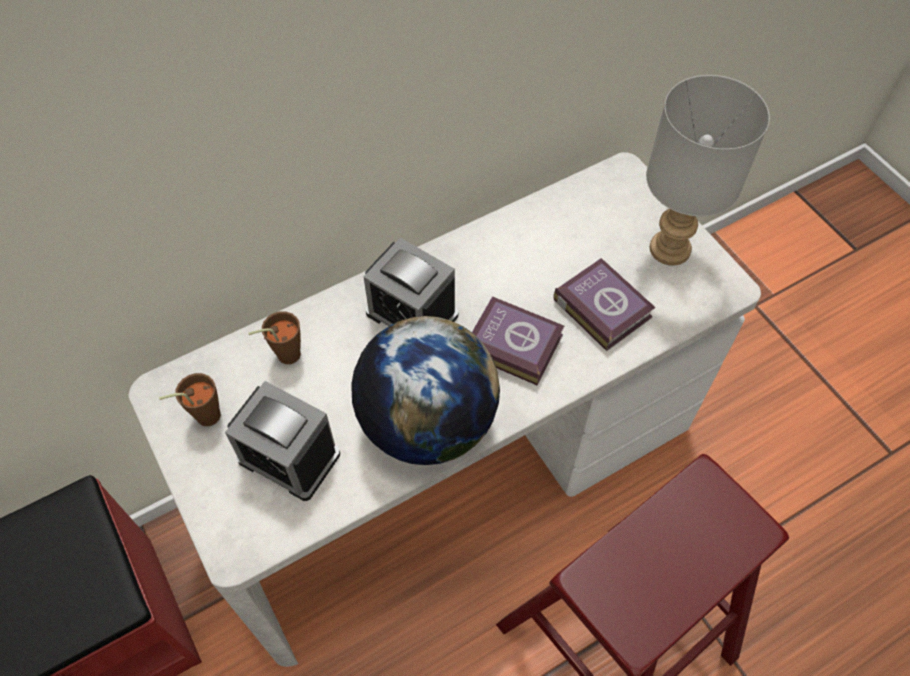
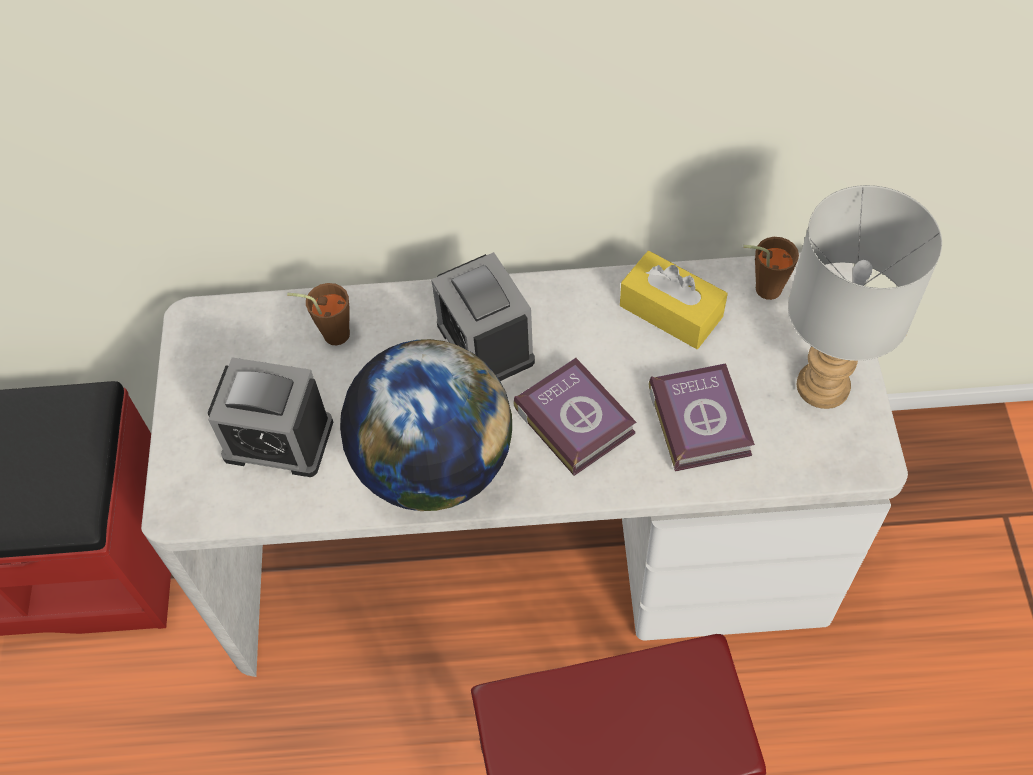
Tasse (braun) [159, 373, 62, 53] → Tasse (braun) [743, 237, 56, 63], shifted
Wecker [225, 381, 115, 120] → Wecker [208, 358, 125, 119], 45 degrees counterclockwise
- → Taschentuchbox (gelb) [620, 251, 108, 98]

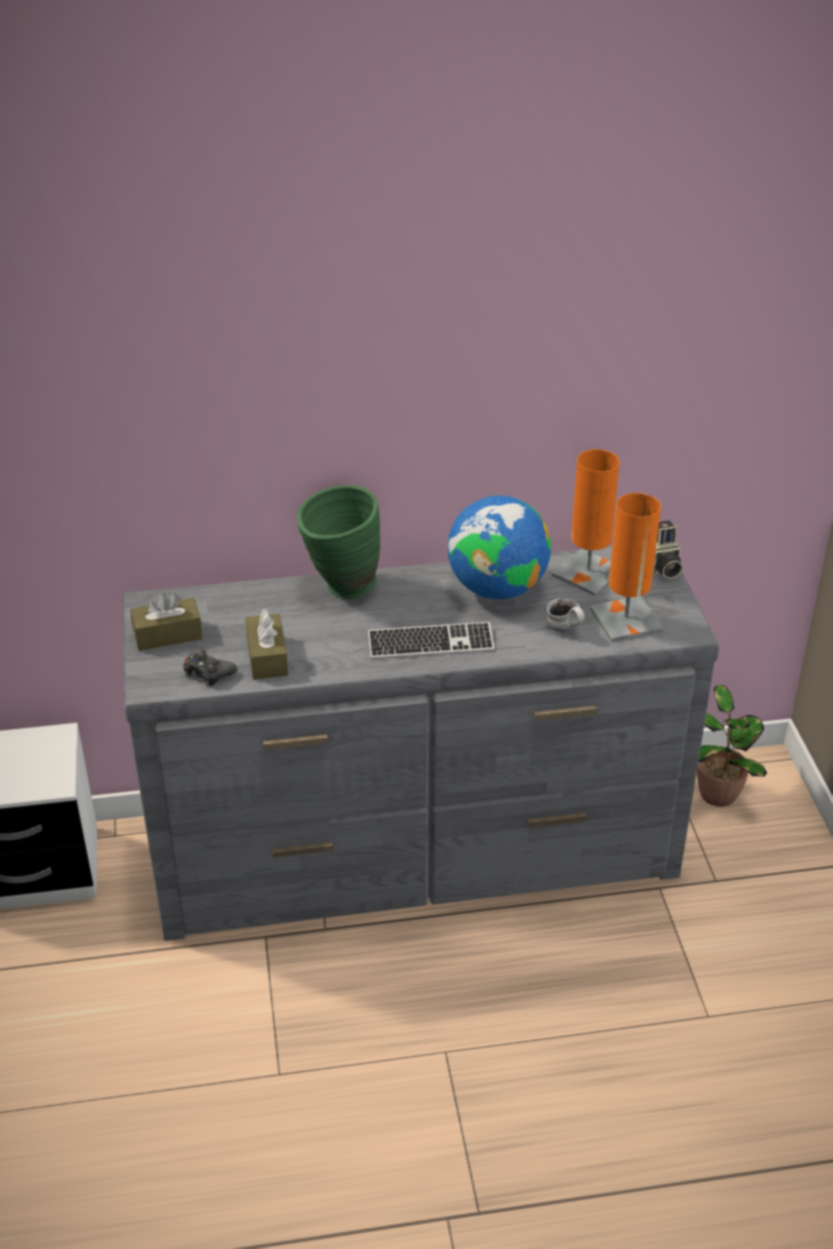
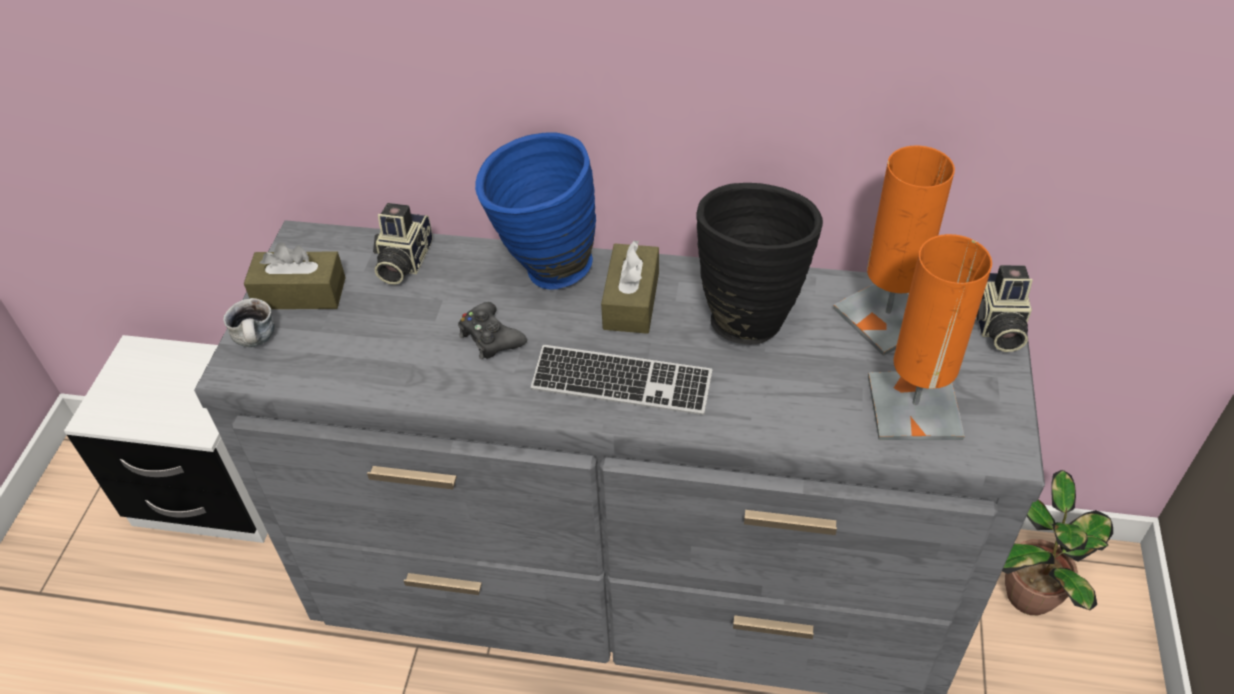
Vase (grün) [297, 485, 83, 114] → Vase (blau) [475, 132, 121, 158]
Globus [448, 496, 103, 103] → Vase (schwarz) [696, 183, 127, 162]
Henkelbecher [546, 598, 39, 34] → Henkelbecher [223, 298, 52, 49], shifted
Taschentuchbox (braun) [245, 609, 43, 70] → Taschentuchbox (braun) [601, 240, 58, 94], shifted
Gamepad (schwarz) [183, 649, 55, 38] → Gamepad (schwarz) [458, 302, 69, 57], shifted
- → Kamera [373, 203, 60, 82]

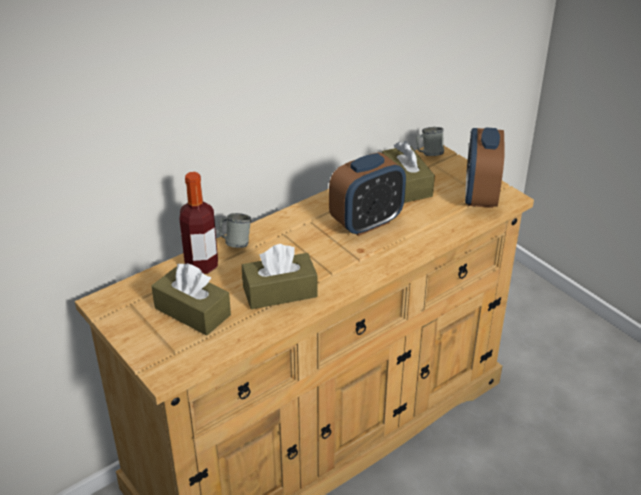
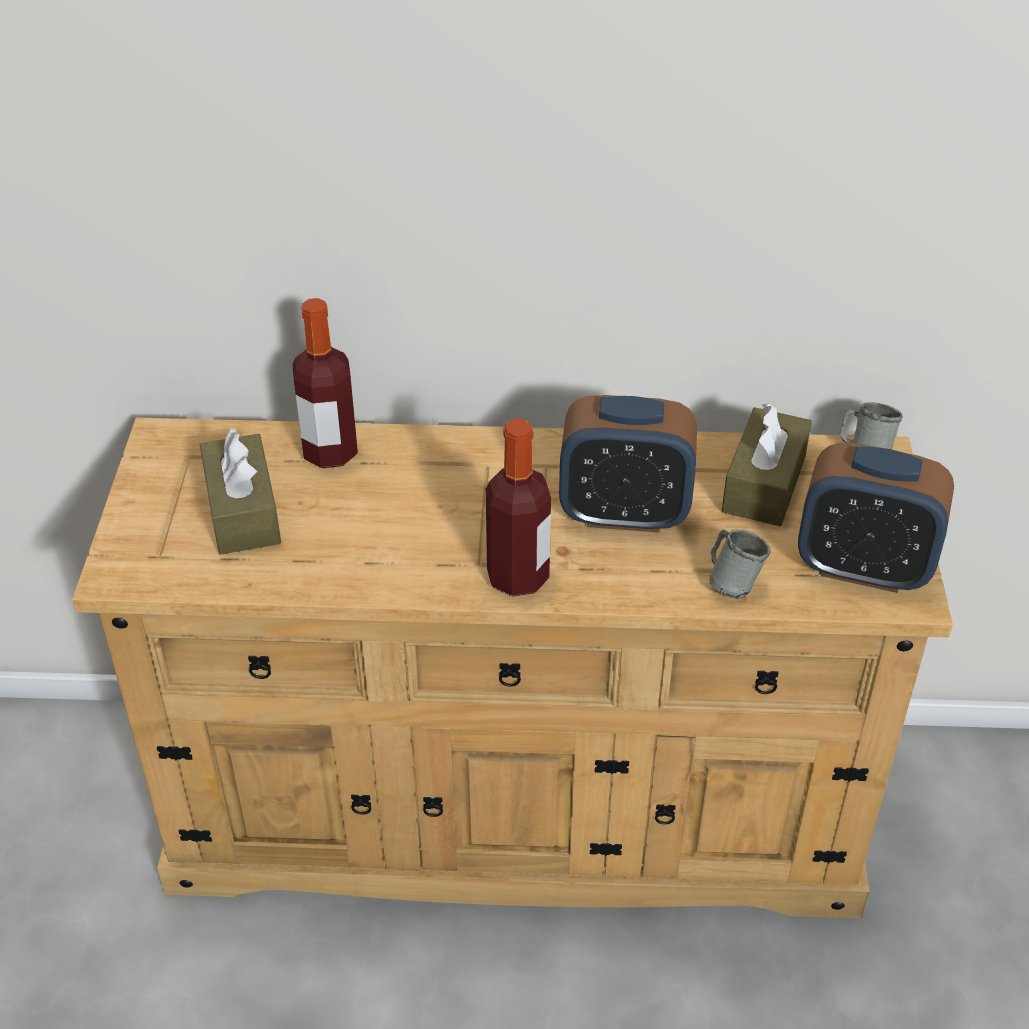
Wecker [465, 127, 40, 81] → Wecker [798, 442, 156, 151], 120 degrees counterclockwise
Henkelbecher (grau) [219, 213, 32, 35] → Henkelbecher (grau) [709, 529, 61, 70], shifted
Taschentuchbox (braun) [242, 244, 75, 65] → -
- → Flasche [486, 419, 65, 178]

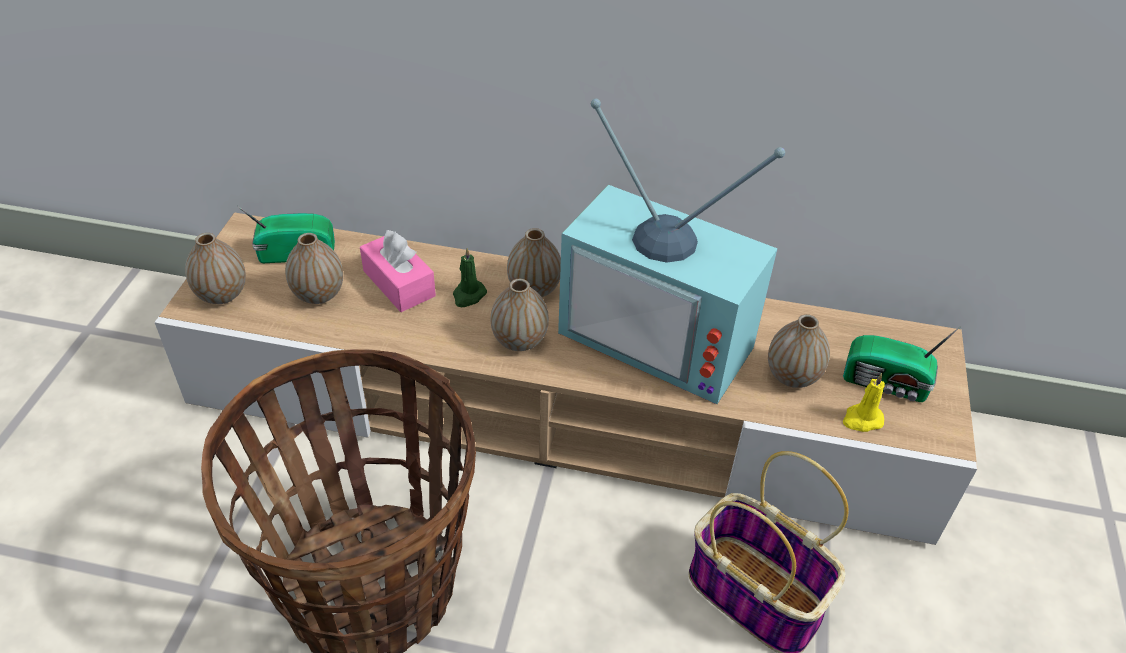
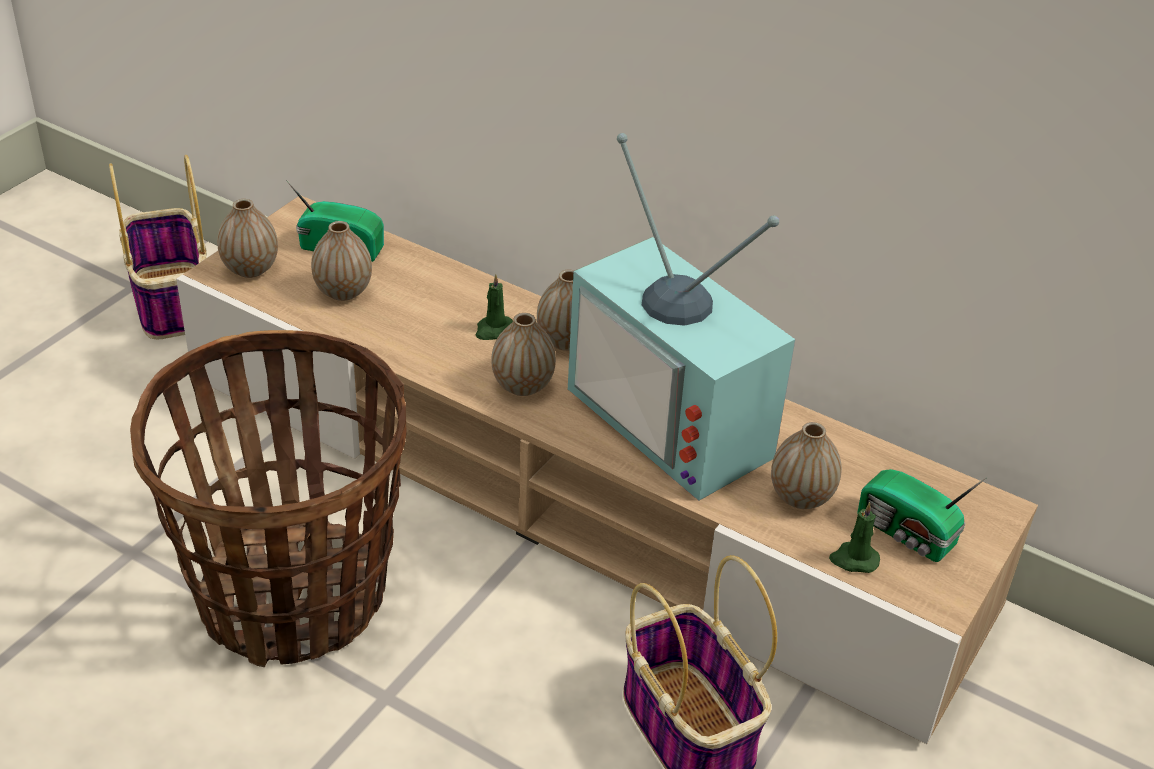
Taschentuchbox (rosa) [360, 230, 76, 82] → -
Kerze (gelb) [843, 373, 42, 59] → Kerze (grün) [829, 502, 51, 71]
- → Korb [109, 155, 98, 184]

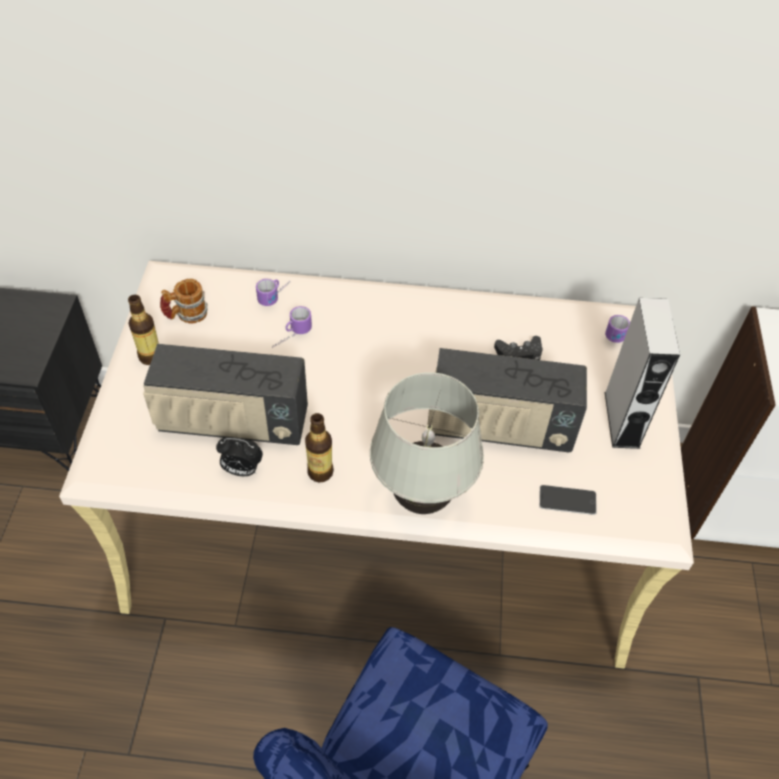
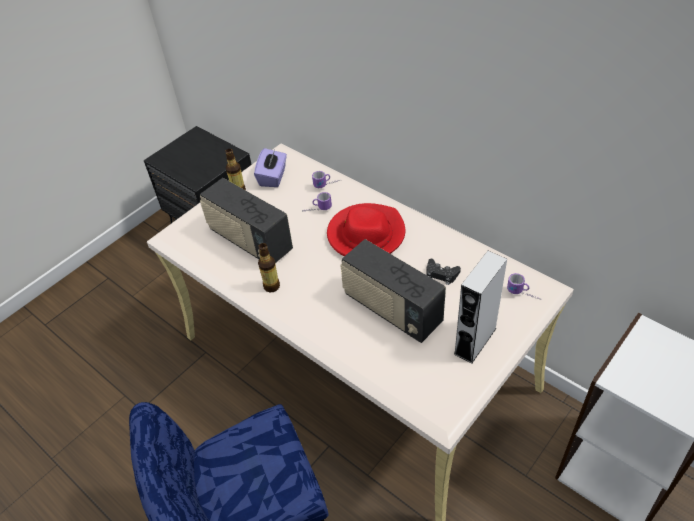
Henkelbecher [160, 279, 47, 45] → Taschentuchbox (lila) [254, 148, 33, 39]
Tischlampe (weiß) [370, 372, 114, 142] → -
Wecker [216, 437, 47, 39] → -
Handy [539, 485, 58, 30] → -
- → Hut (rot) [327, 203, 78, 53]

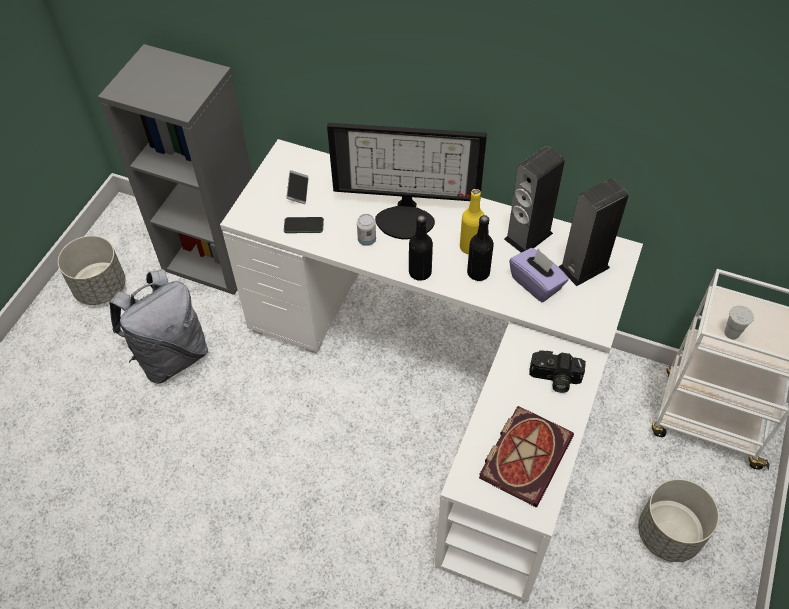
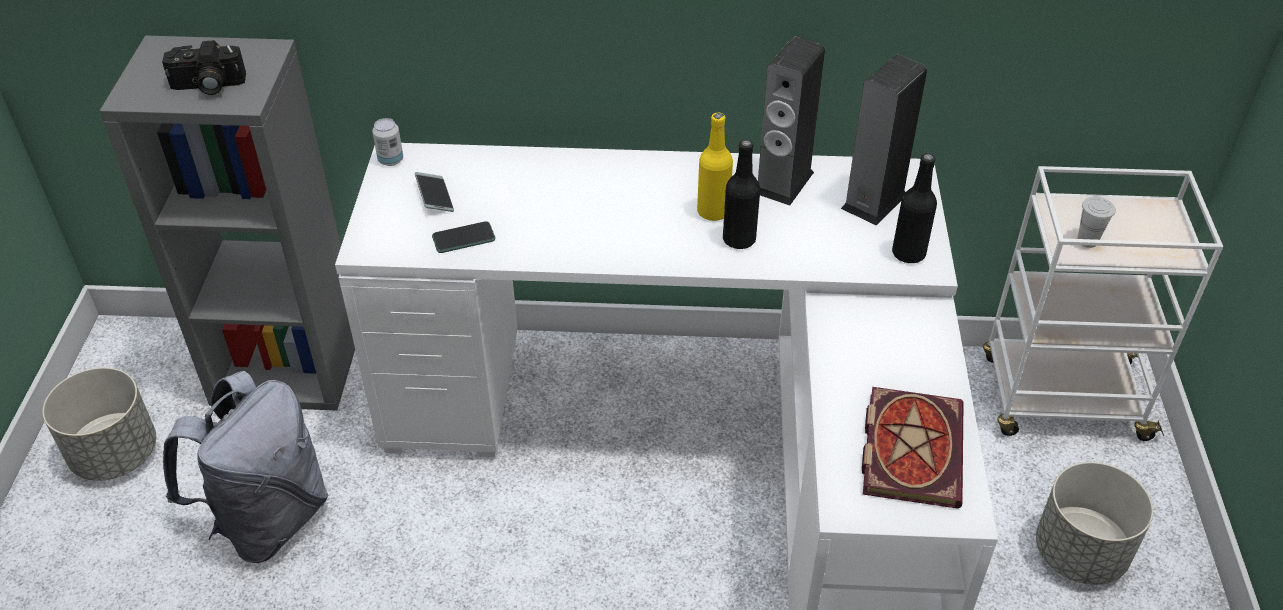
Monitor [327, 123, 160, 117] → -
Dose [357, 214, 19, 32] → Dose [372, 118, 31, 48], shifted
Flasche (schwarz) [409, 215, 24, 66] → Flasche (schwarz) [892, 153, 45, 110], shifted
Taschentuchbox (lila) [509, 248, 60, 54] → -
Kamera [529, 350, 57, 43] → Kamera [162, 40, 84, 55], shifted

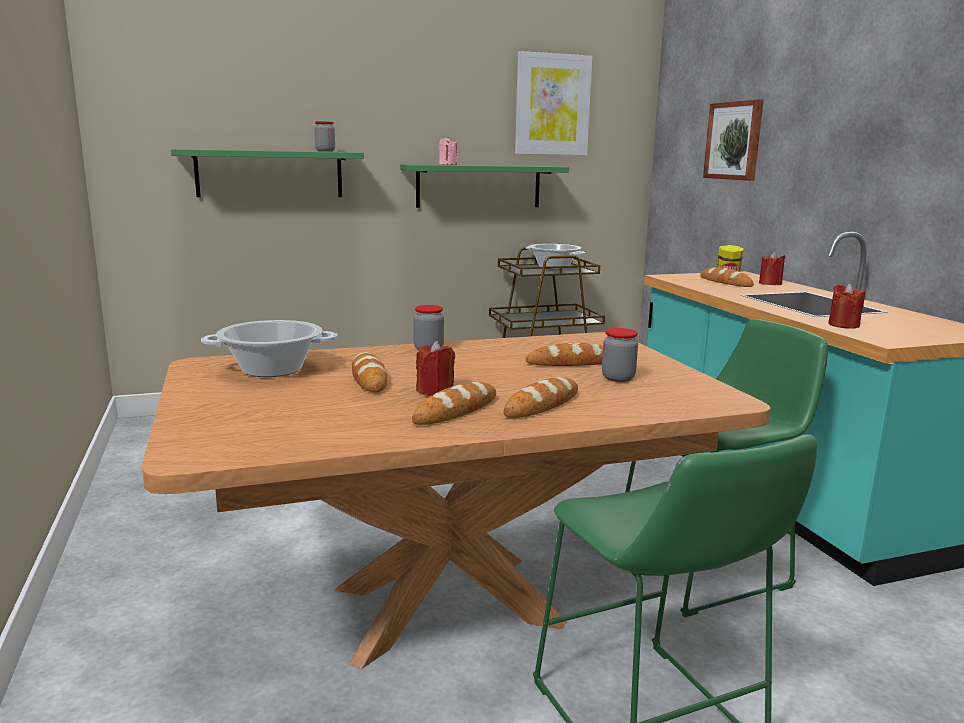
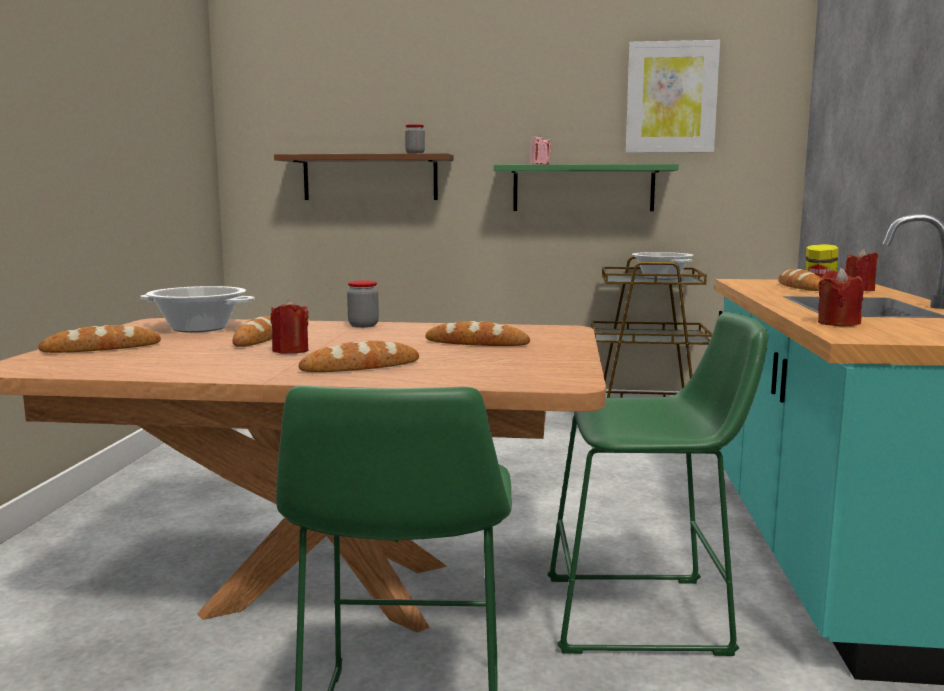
Bild [703, 99, 61, 82] → -
Wandregal (grün) [171, 149, 193, 48] → Wandregal (braun) [274, 153, 180, 47]
Vorratsglas [602, 328, 36, 54] → -
Brot [412, 382, 84, 43] → Brot [38, 325, 123, 28], shifted

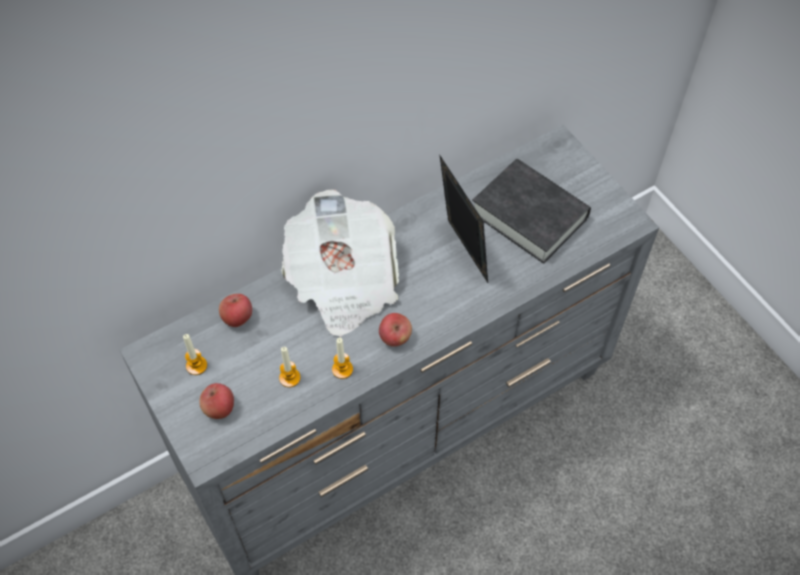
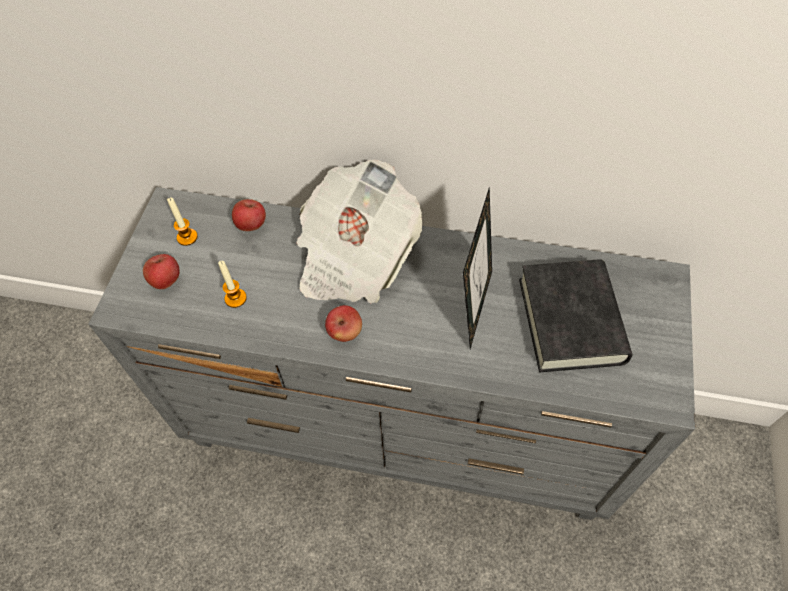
Kerze [332, 338, 21, 41] → -

